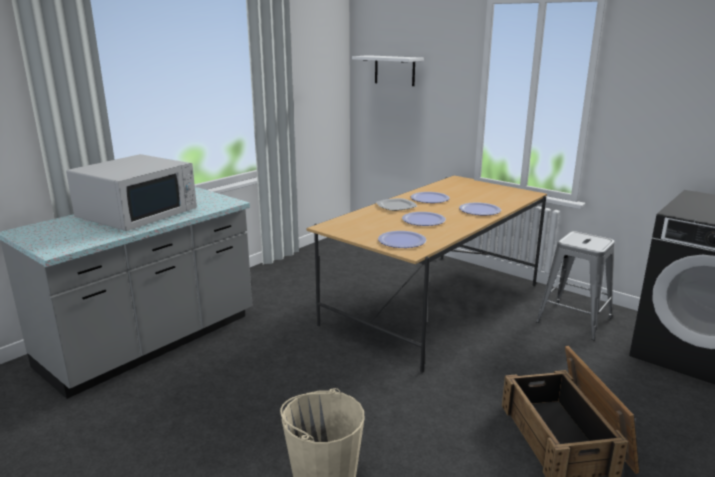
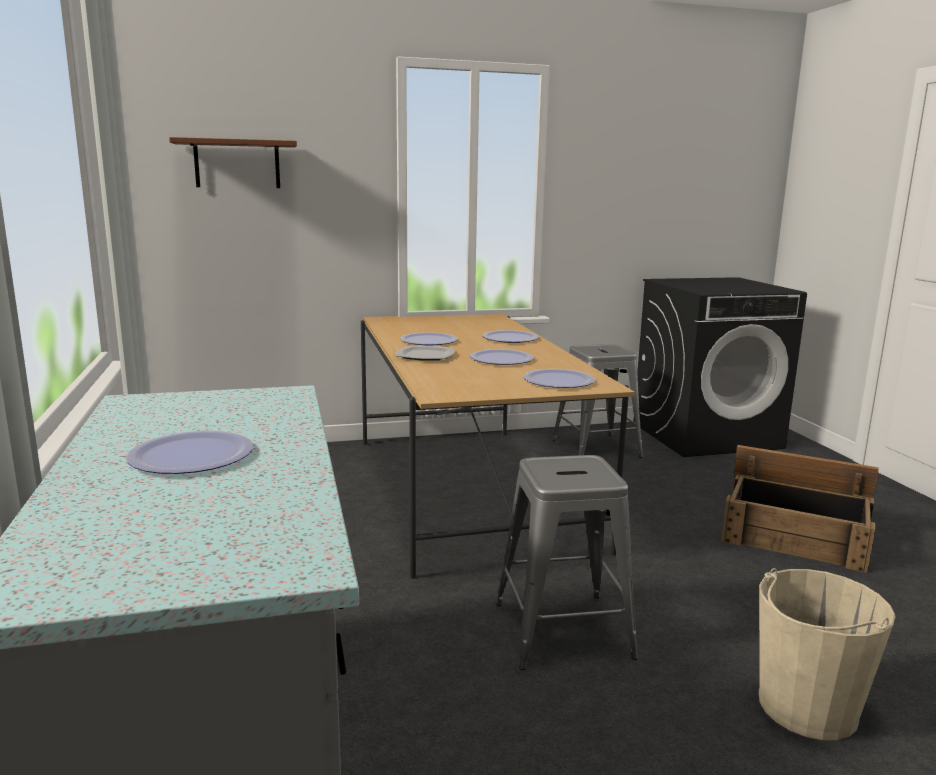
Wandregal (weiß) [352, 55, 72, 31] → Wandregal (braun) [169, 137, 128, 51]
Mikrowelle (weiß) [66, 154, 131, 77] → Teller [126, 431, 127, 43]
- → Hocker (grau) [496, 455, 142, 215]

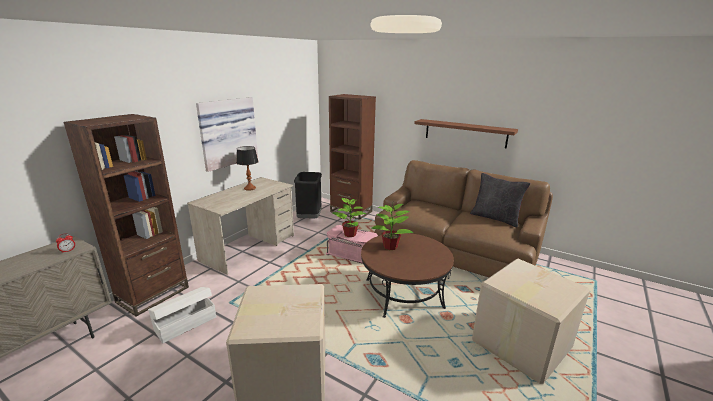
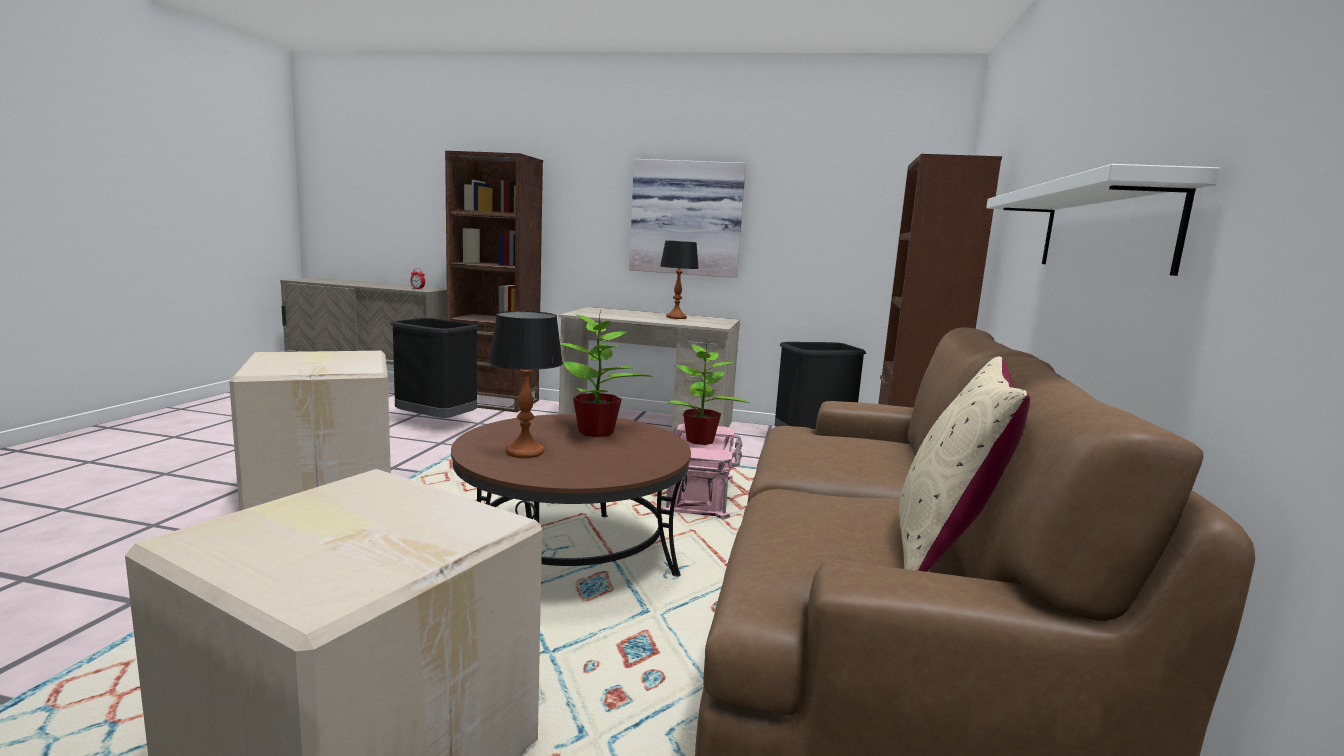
Wandregal (braun) [414, 119, 104, 29] → Wandregal (weiß) [986, 164, 234, 112]
Kissen (schwarz) [470, 173, 61, 54] → Kissen (beige) [899, 357, 131, 215]
Aufbewahrungsbox (weiß) [148, 287, 68, 56] → Mülleimer (schwarz) [390, 318, 89, 100]
- → Tischlampe [489, 311, 74, 147]

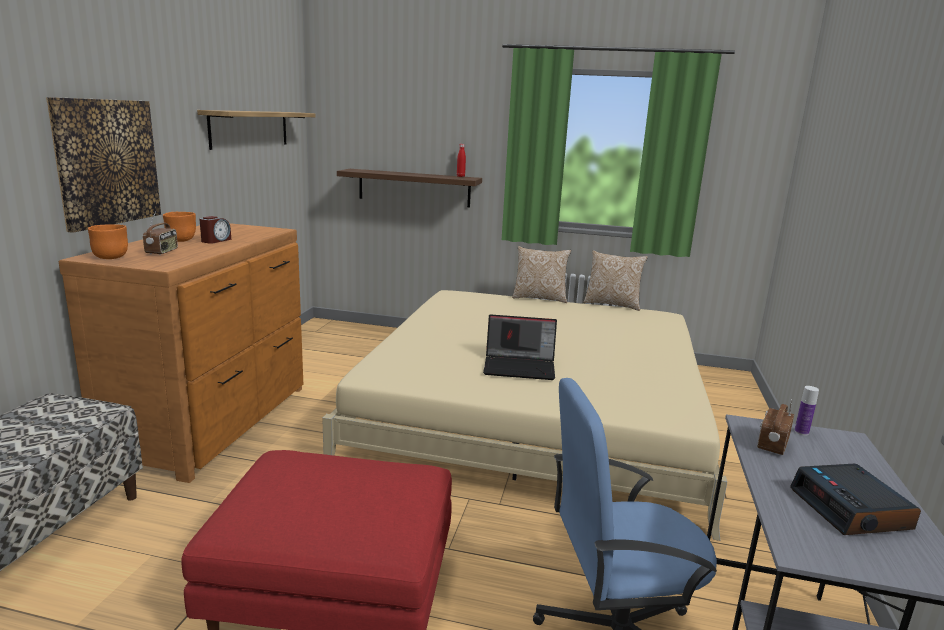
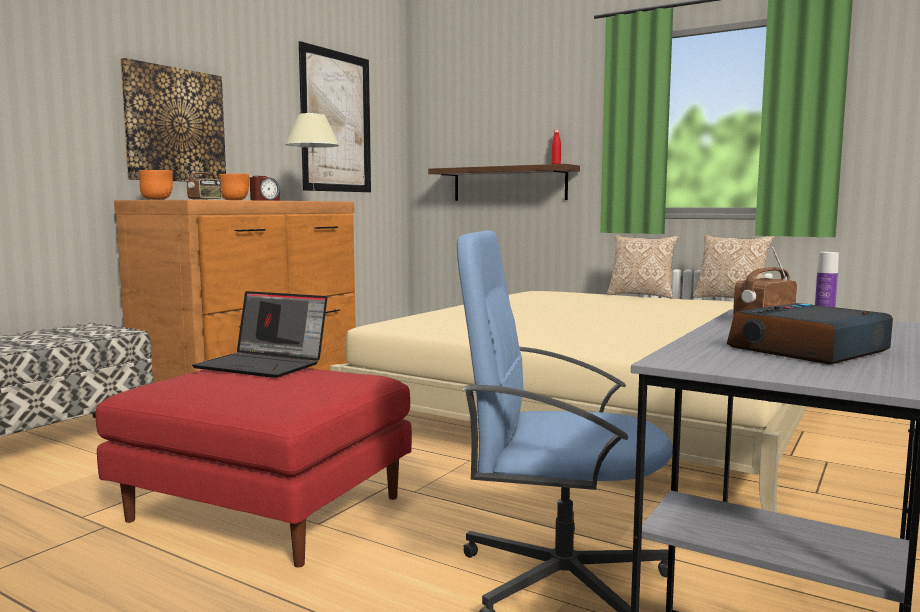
Wandregal [197, 110, 119, 40] → Bild [298, 41, 73, 151]
Laptop [483, 314, 74, 66] → Laptop [192, 291, 135, 87], shifted
Wecker [790, 464, 131, 71] → Wecker [727, 303, 166, 62], 45 degrees clockwise
- → Tischlampe (beige) [285, 113, 55, 75]

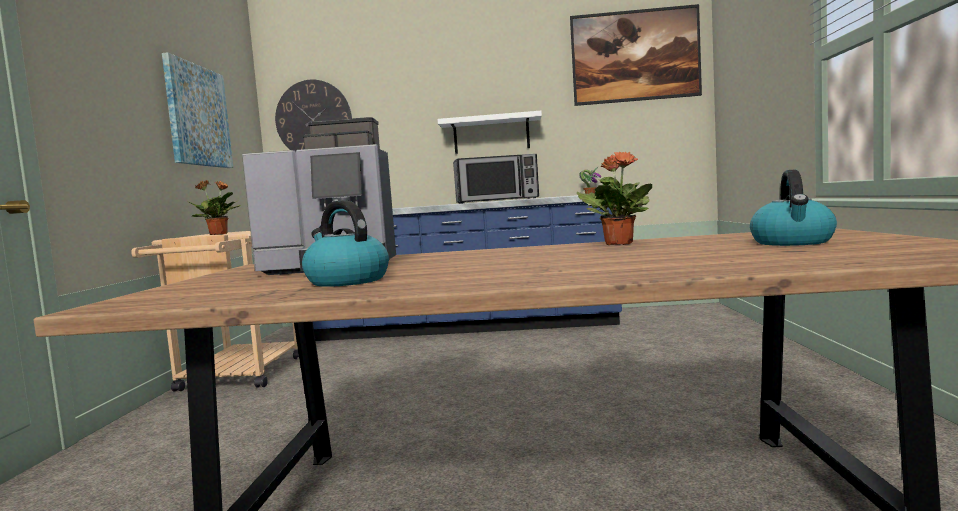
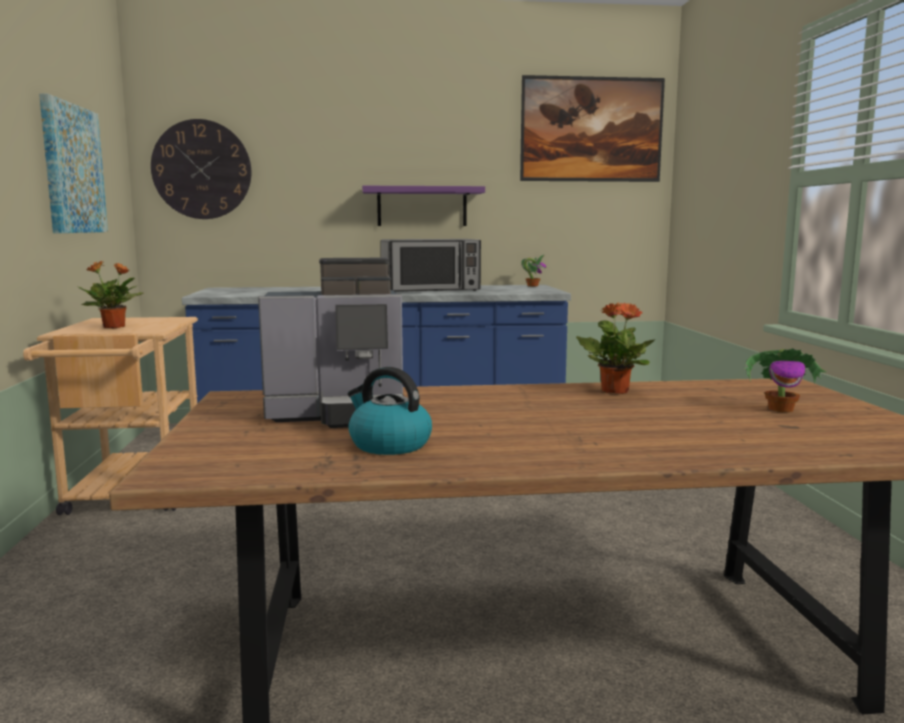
Wandregal (weiß) [437, 111, 105, 43] → Wandregal (lila) [362, 186, 123, 40]
Wasserkessel [750, 170, 87, 76] → Topfpflanze [744, 348, 83, 64]

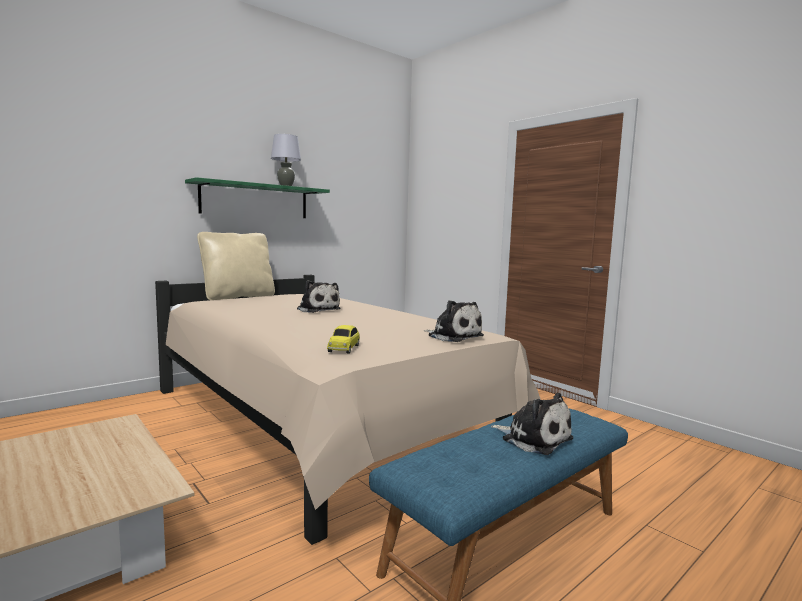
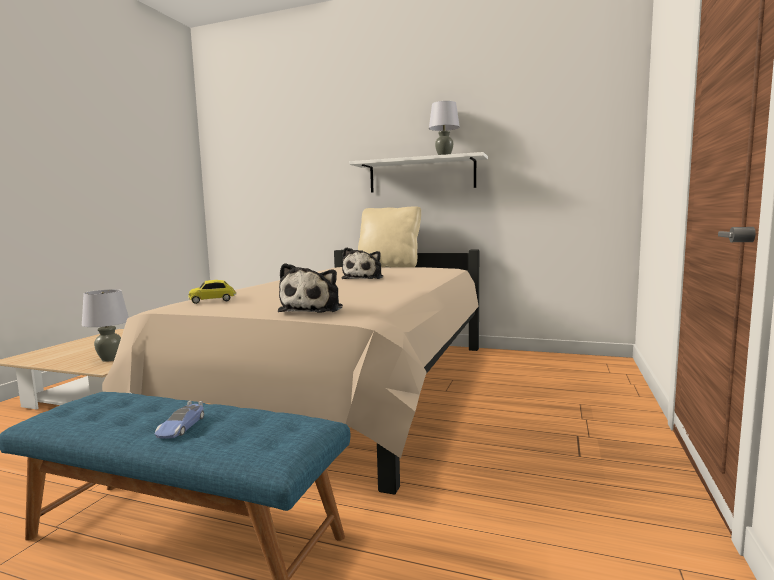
Wandregal (grün) [185, 177, 145, 41] → Wandregal (weiß) [349, 152, 139, 40]
Plüschtier [491, 393, 82, 62] → Spielzeugauto [155, 401, 49, 38]
- → Tischlampe (grau) [82, 289, 47, 73]

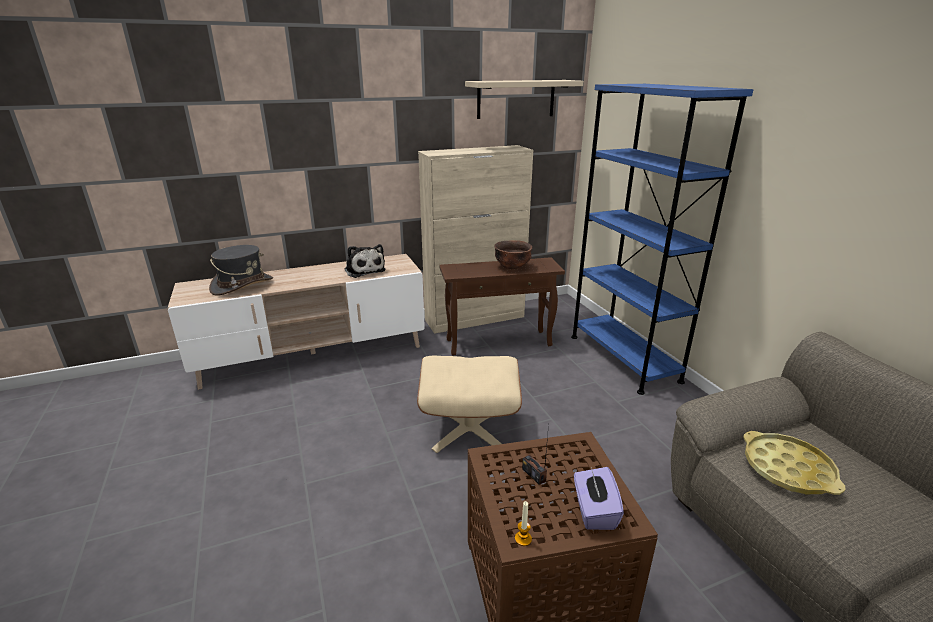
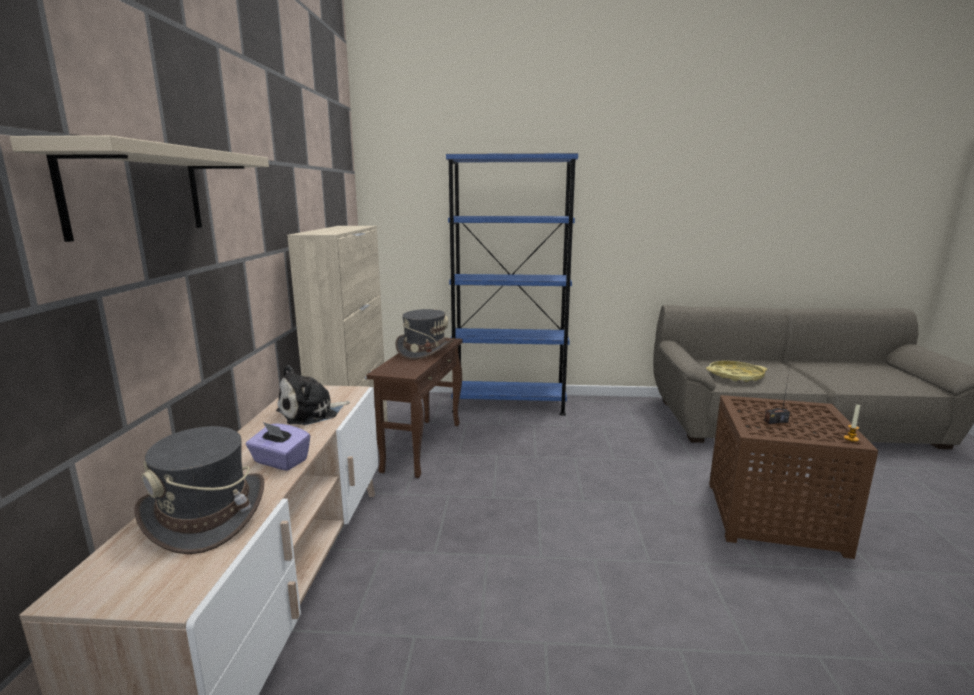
Wandregal (beige) [465, 80, 119, 39] → Wandregal (beige) [10, 135, 259, 107], shifted
Schüssel (braun) [494, 240, 38, 29] → Hut (grau) [395, 309, 59, 51]
Plüschtier [344, 244, 41, 34] → Plüschtier [276, 365, 74, 60], 150 degrees clockwise
Polsterhocker (beige) [417, 356, 105, 97] → -
Taschentuchbox (lila) [574, 467, 50, 63] → Taschentuchbox (lila) [246, 422, 64, 49], shifted

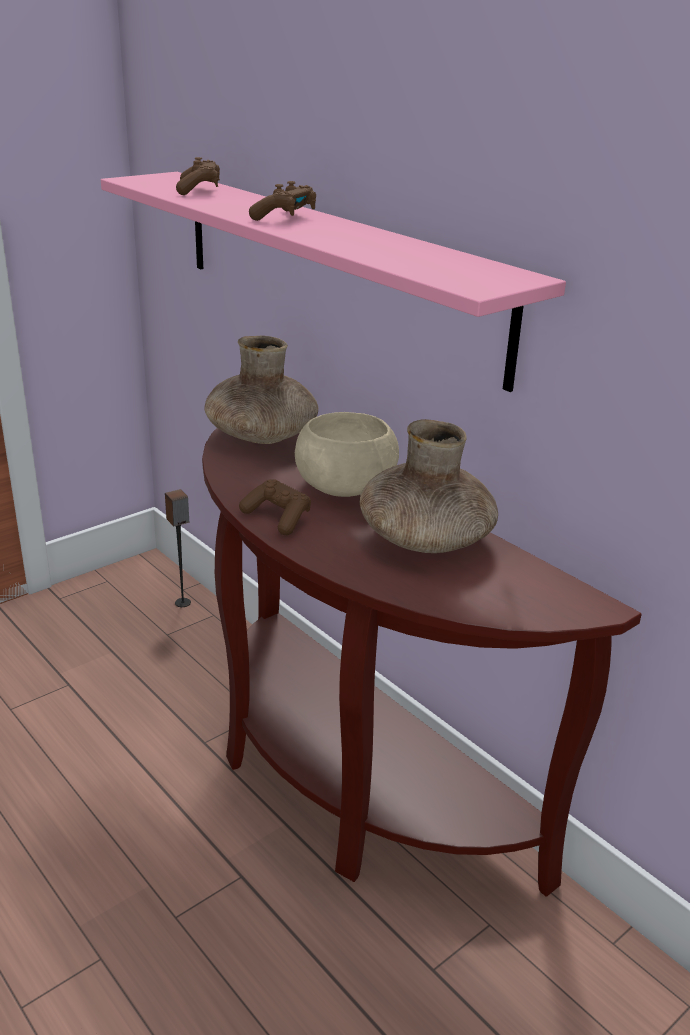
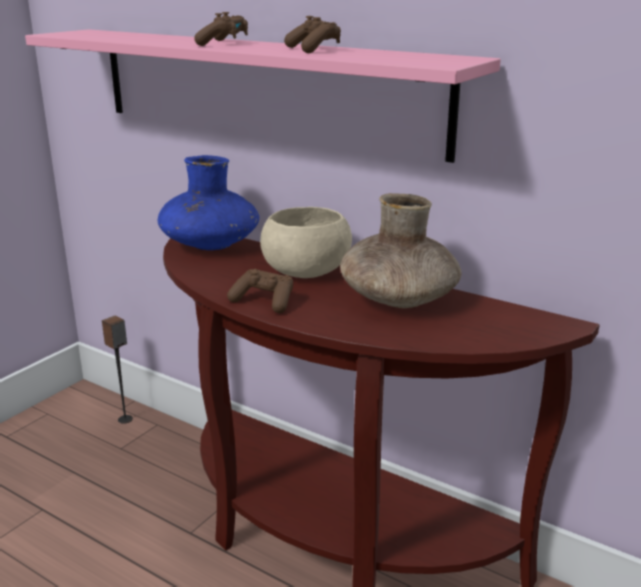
Gamepad (braun) [176, 157, 44, 38] → Gamepad (braun) [284, 16, 57, 37], shifted
Vase (braun) [204, 335, 114, 109] → Vase (blau) [158, 155, 101, 95]

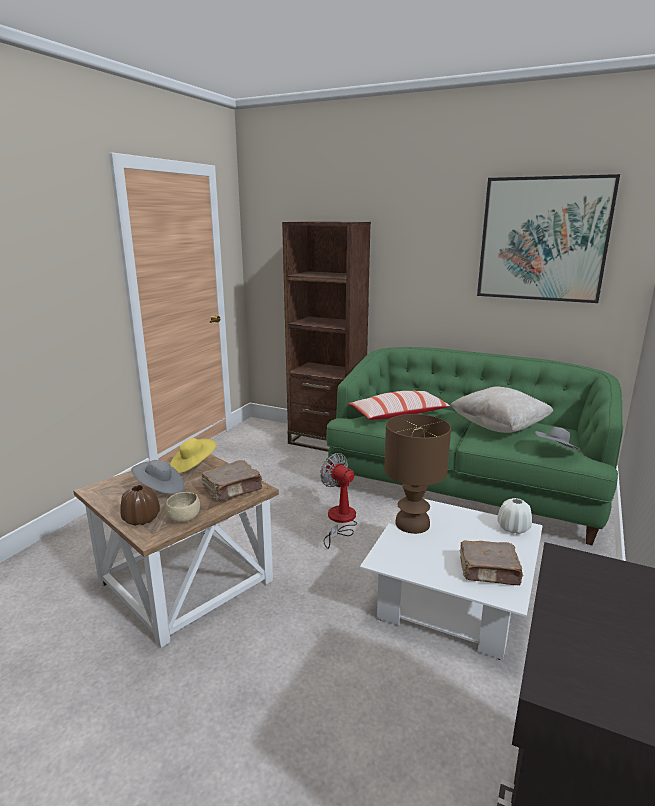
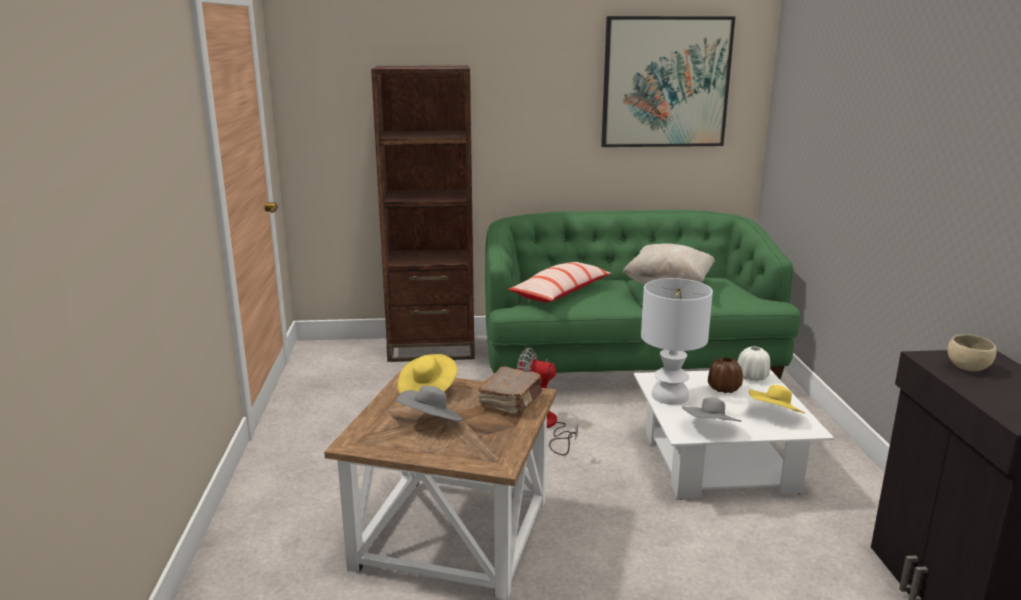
Tischlampe (braun) [384, 414, 67, 120] → Tischlampe (weiß) [641, 278, 72, 127]
Hut (grau) [535, 427, 46, 24] → Hut (grau) [682, 398, 59, 24], shifted
Vase (braun) [120, 485, 40, 41] → Vase (braun) [708, 357, 35, 36], shifted
Schüssel (beige) [165, 492, 35, 31] → Schüssel (beige) [947, 335, 49, 36], shifted
Buch (braun) [460, 541, 64, 44] → Hut (gelb) [749, 385, 57, 29]

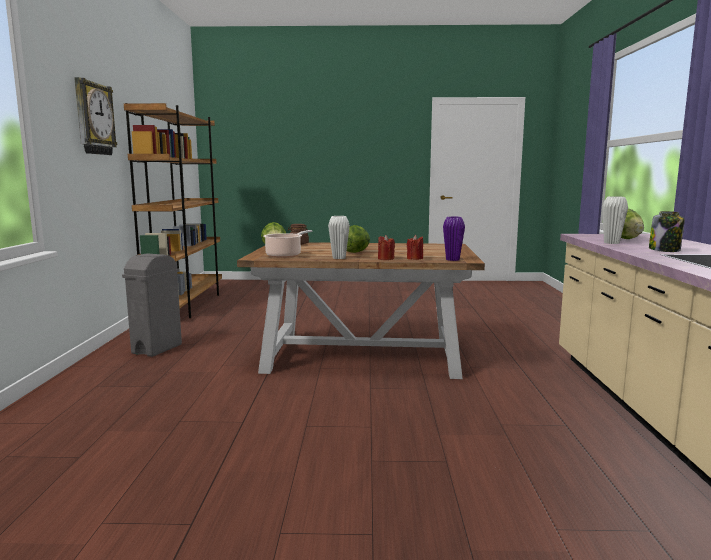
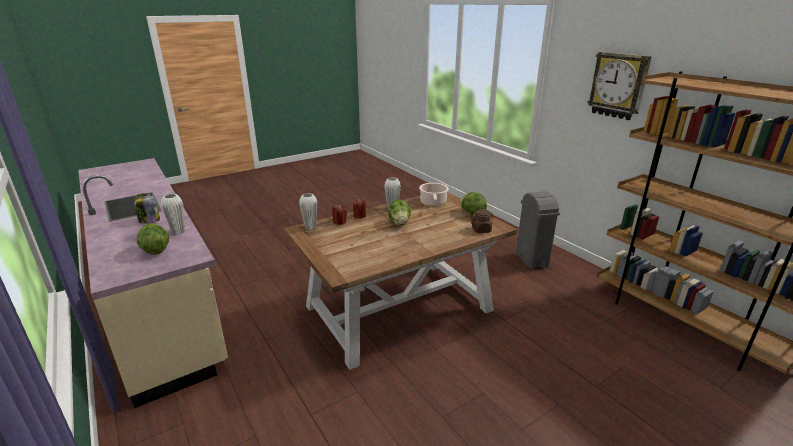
Vase (lila) [443, 217, 22, 44] → Vase (weiß) [299, 193, 18, 37]

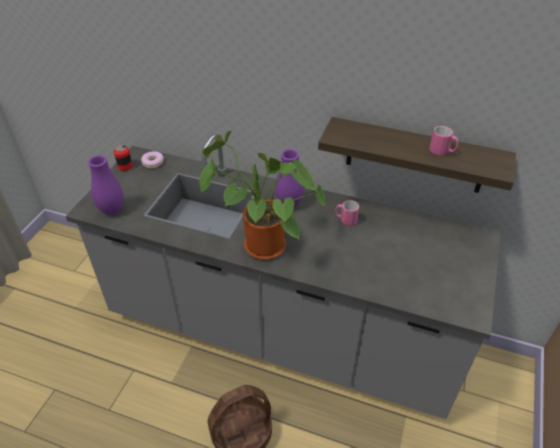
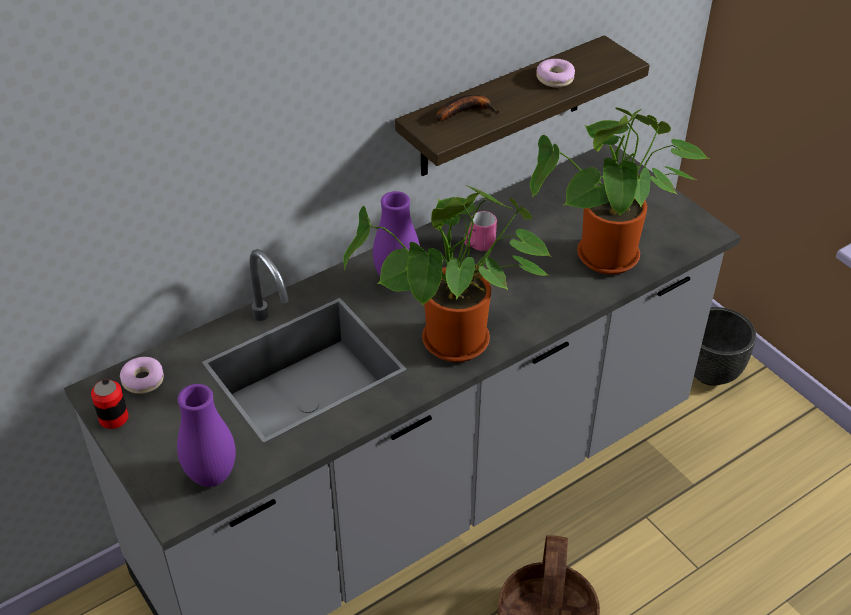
Henkelbecher (rosa) [429, 126, 30, 30] → Donut [536, 59, 39, 29]
- → Banane [436, 95, 63, 26]
- → Topfpflanze [530, 107, 179, 168]
- → Pflanzkübel (schwarz) [694, 307, 62, 79]

